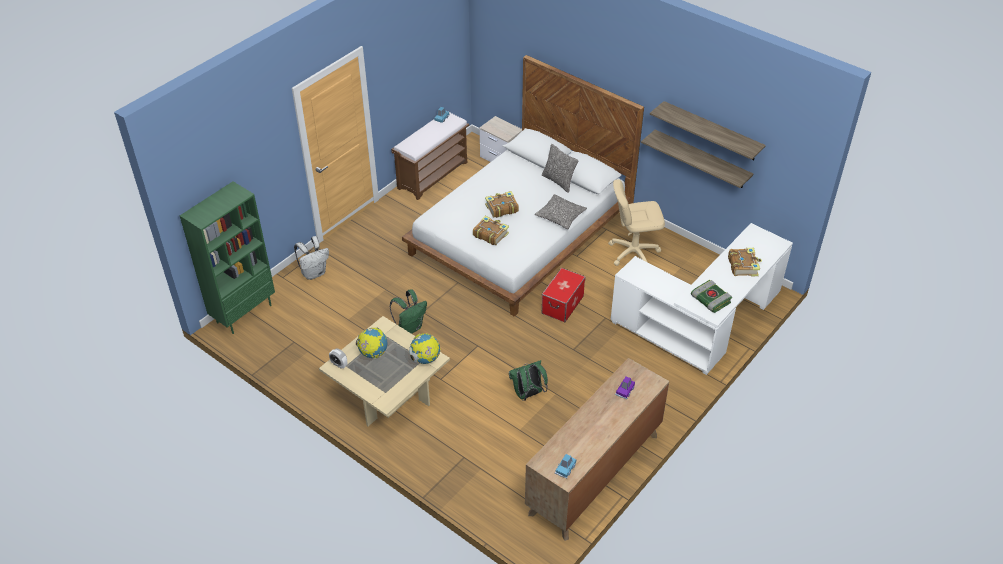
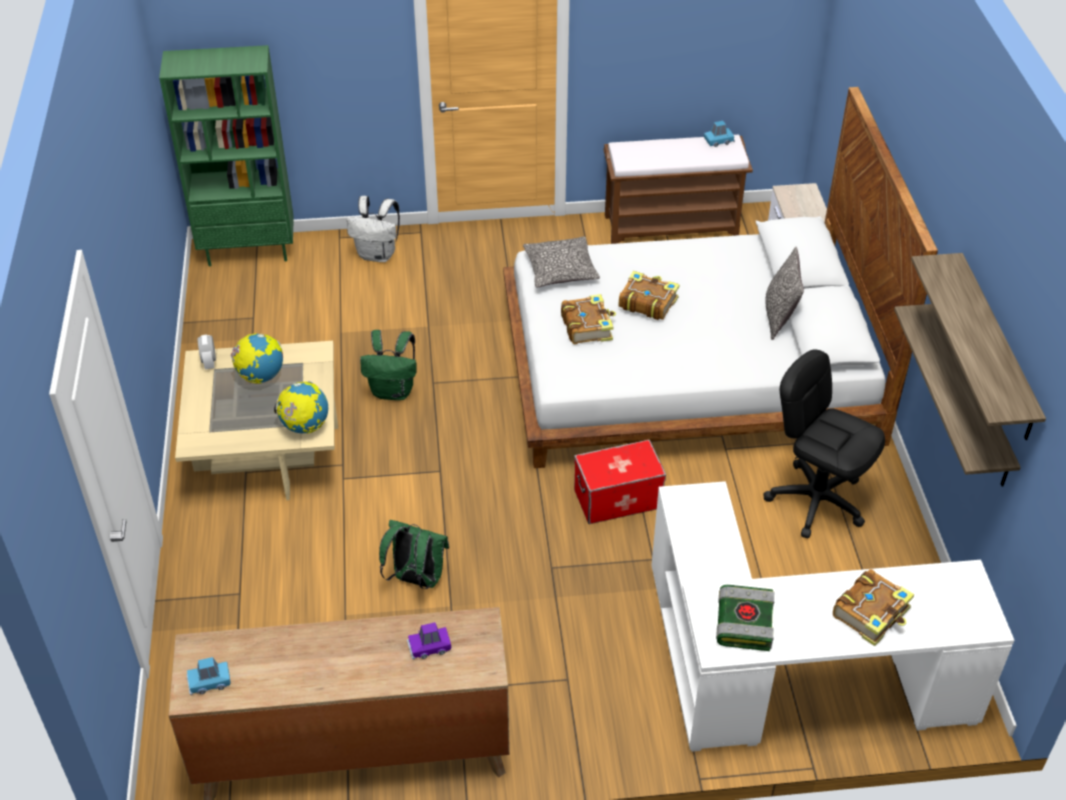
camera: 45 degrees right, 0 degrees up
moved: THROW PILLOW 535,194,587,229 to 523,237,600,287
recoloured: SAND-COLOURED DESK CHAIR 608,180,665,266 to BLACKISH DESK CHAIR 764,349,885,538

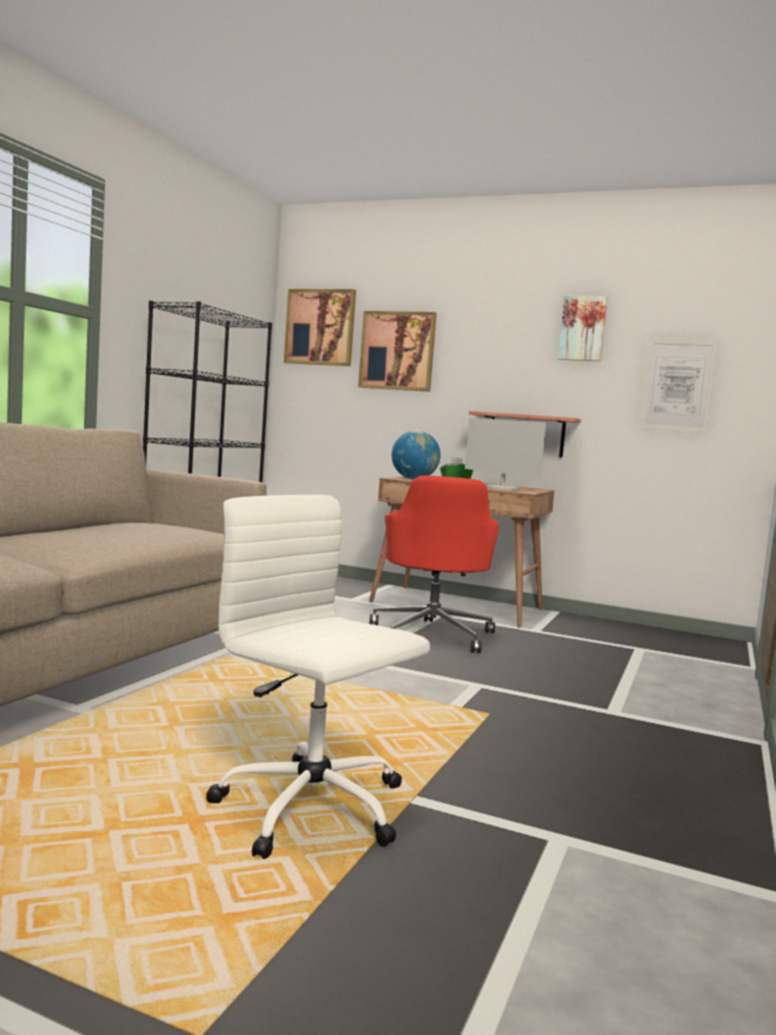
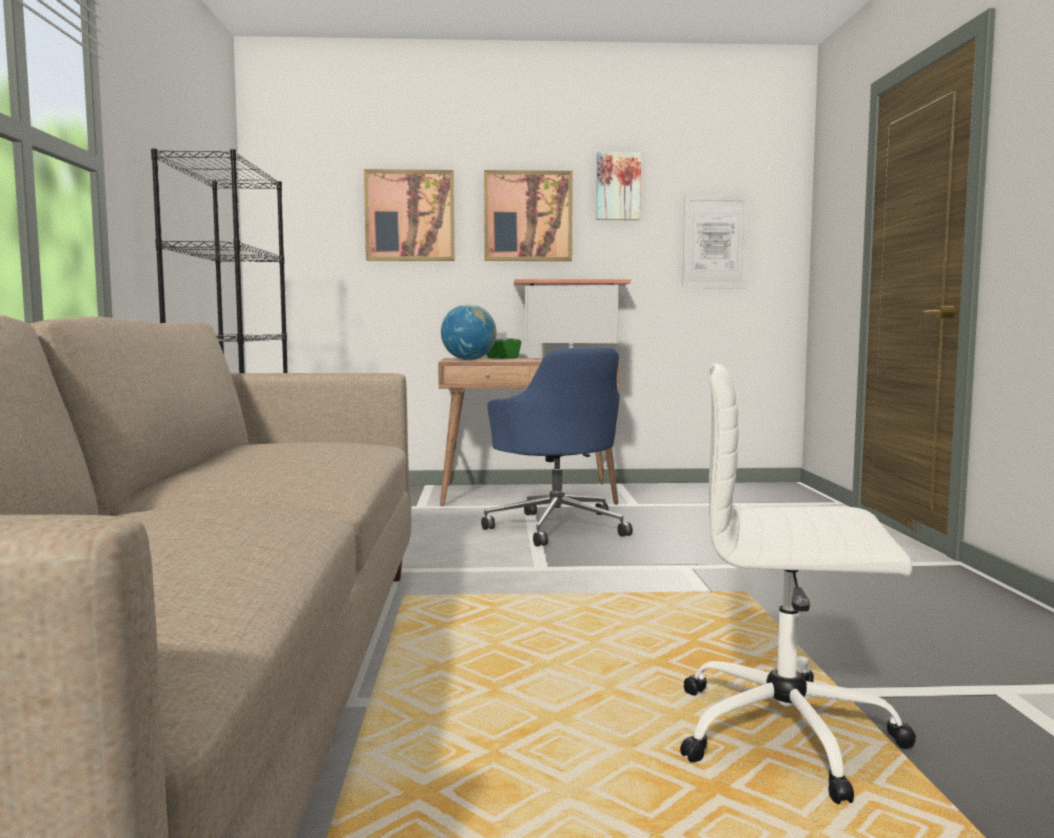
camera: 25 degrees left, 0 degrees up
moved: PICTURE 284,289,356,366 to 484,170,573,261
recoloured: REDDISH DESK CHAIR 369,476,499,653 to BLUE DESK CHAIR 481,348,633,546

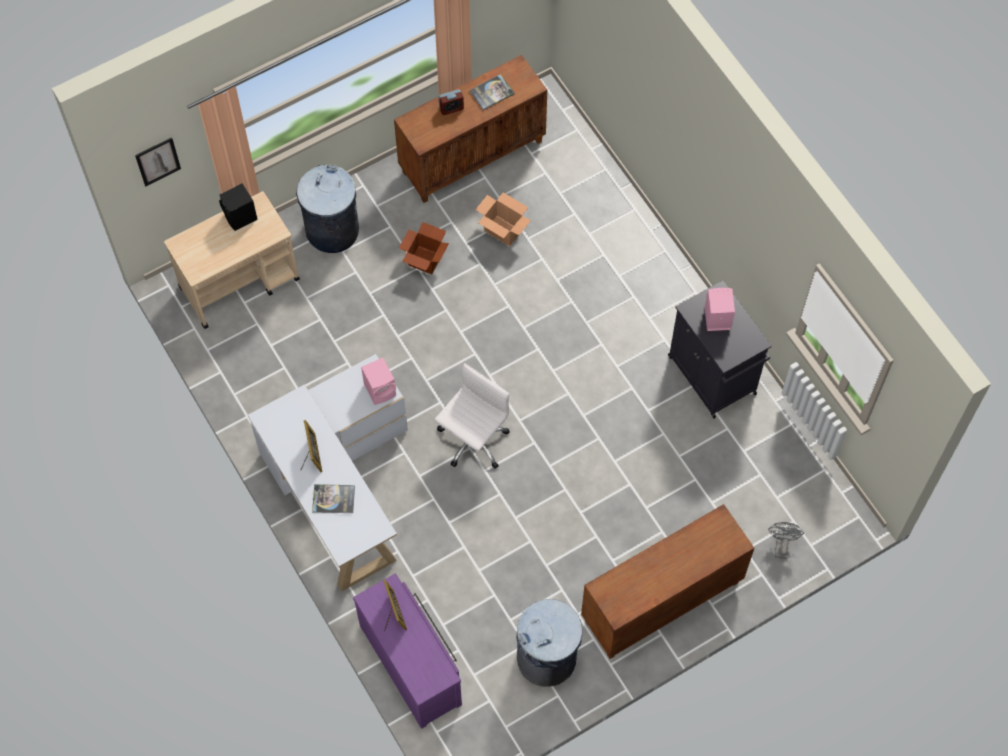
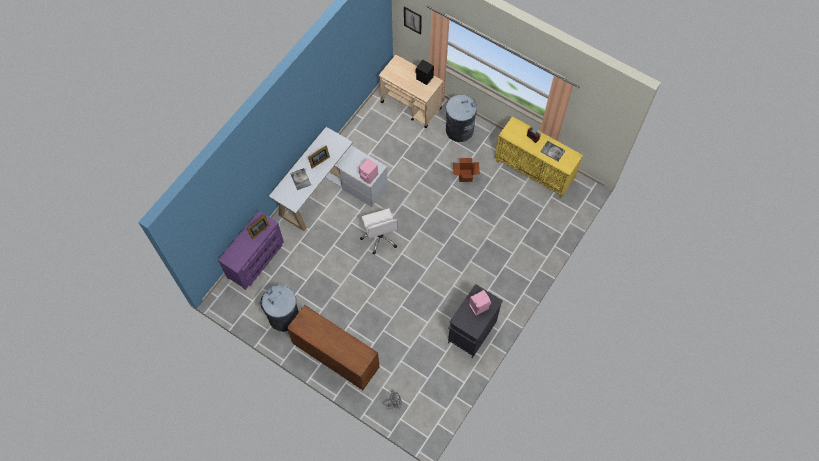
camera: 65 degrees right, 0 degrees up
removed: CARTON 475,193,531,246
recoloured: BROWN-COLOURED STORAGE CABINET 394,55,547,203 to YELLOW-COLOURED STORAGE CABINET 495,116,583,199
turned: WHITISH DESK CHAIR 434,363,510,468 = 360,208,398,255 60 degrees clockwise

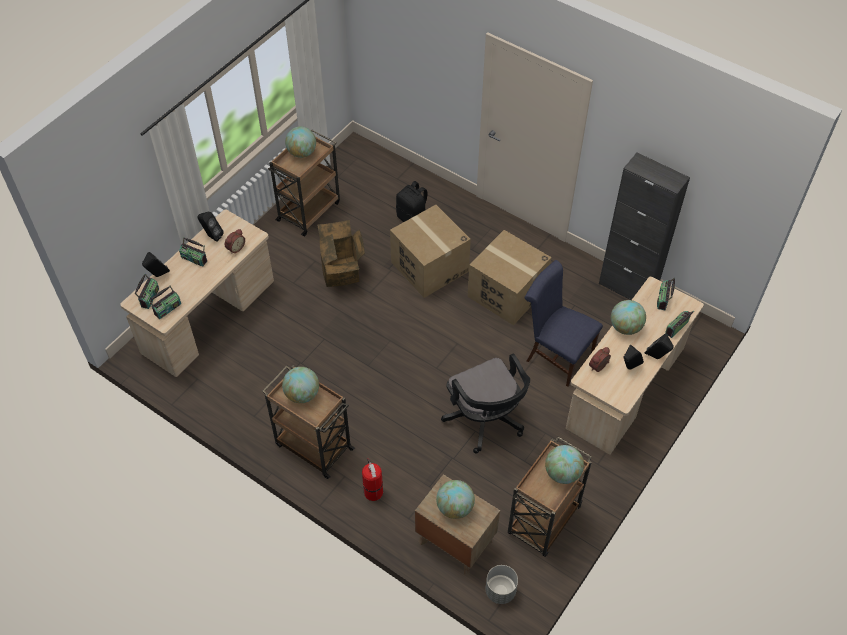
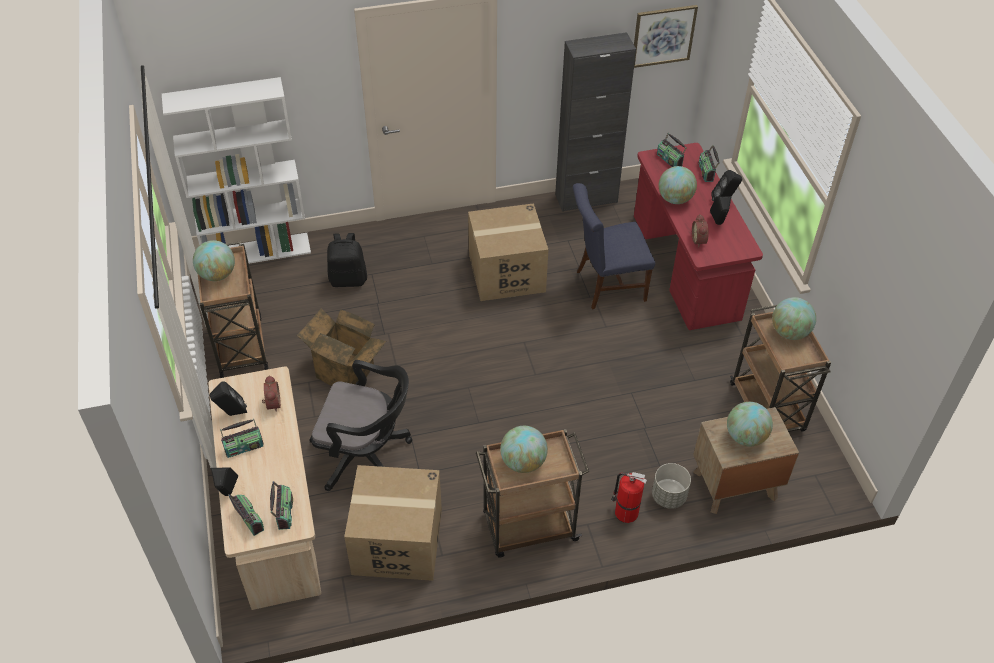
camera: 50 degrees left, 5 degrees down
added: WHITISH BOOKSHELF 162,77,311,264; PICTURE 634,5,698,68
moved: CARTON 390,205,471,298 to 344,465,442,581; BLACKISH DESK CHAIR 441,353,530,454 to 310,360,412,491; GRAY PLANTER 485,565,518,604 to 652,463,691,509
recoloured: SAND-COLOURED DESK 566,277,704,455 to REDDISH DESK 634,143,763,330

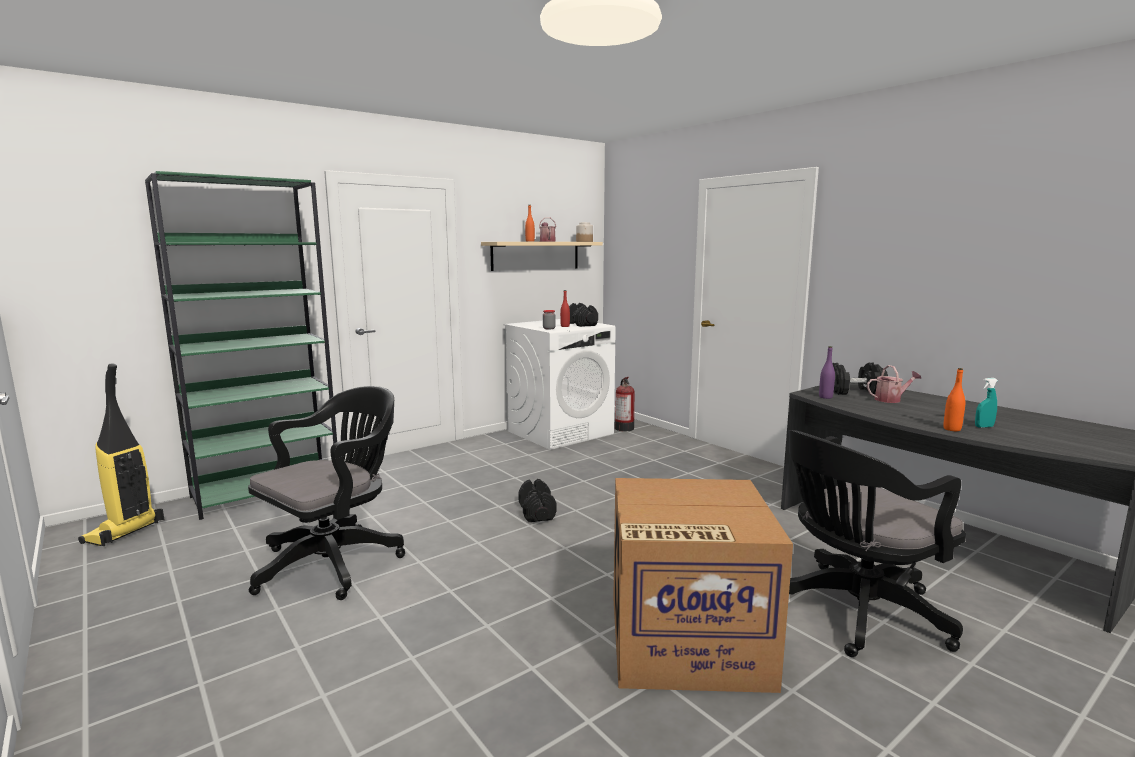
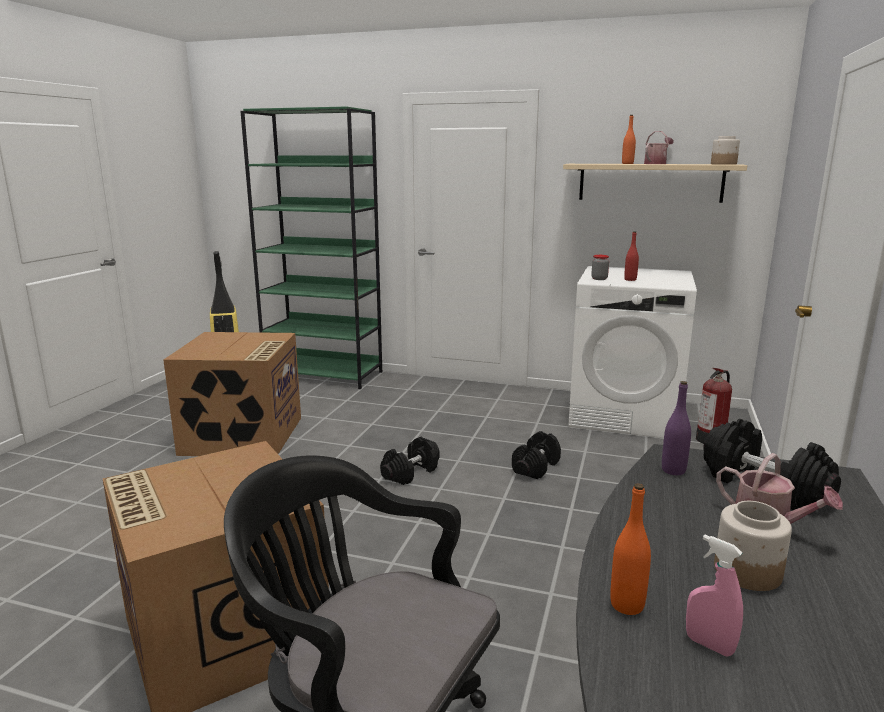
camera: 55 degrees right, 5 degrees up
added: PRESERVE JAR 714,501,792,591
moved: BLACKISH DUMBBELL 569,303,598,327 to 512,431,561,479
replaced: BLACKISH DESK CHAIR 248,386,405,600 to CARTON 163,332,301,456
recoloured: TURQUOISE SPRAYER 975,378,998,428 to PINK SPRAYER 686,534,743,656

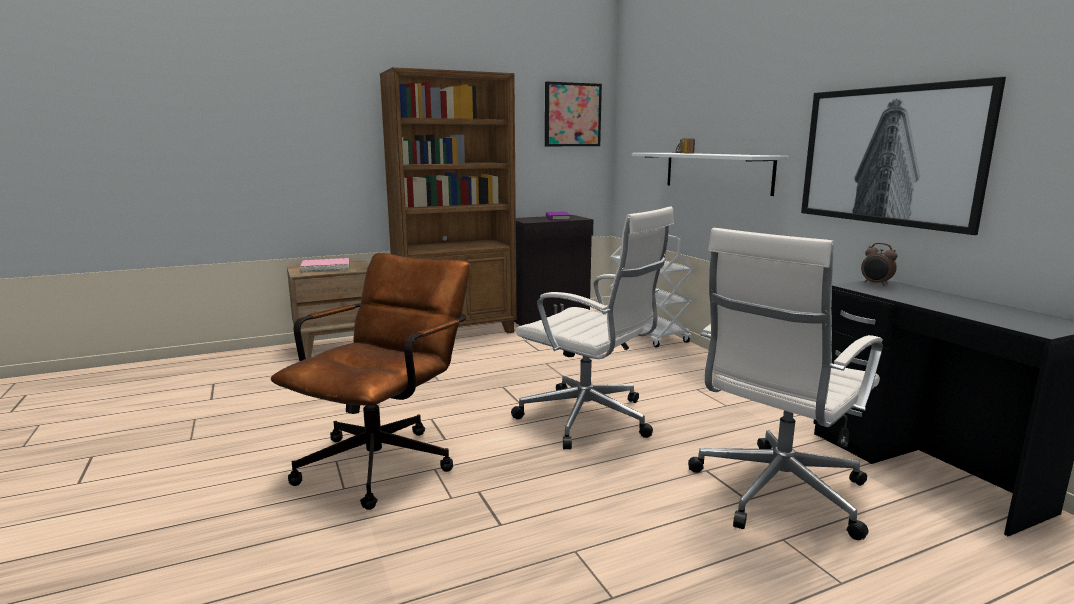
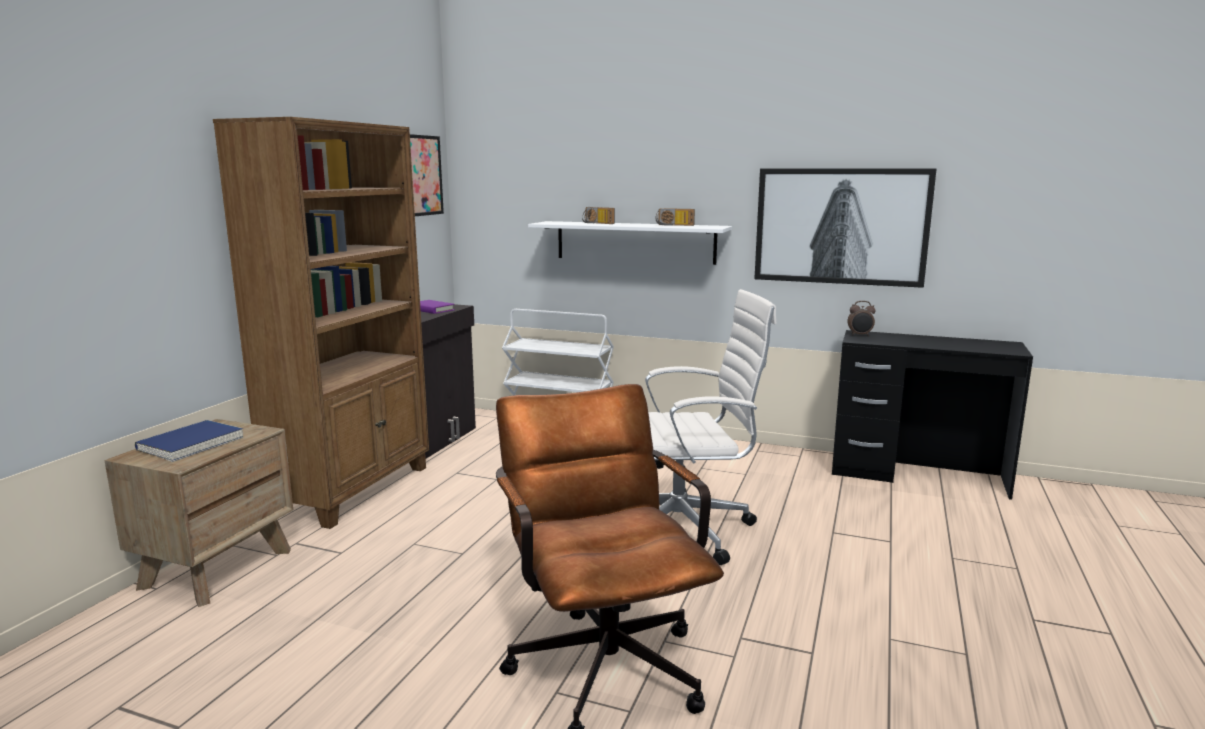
camera: 45 degrees left, 0 degrees up
removed: WHITISH DESK CHAIR 688,228,883,540
added: RADIO SET 656,208,695,226
recoloured: PINK VOLUME 300,258,349,272 to BLUE VOLUME 135,420,243,462

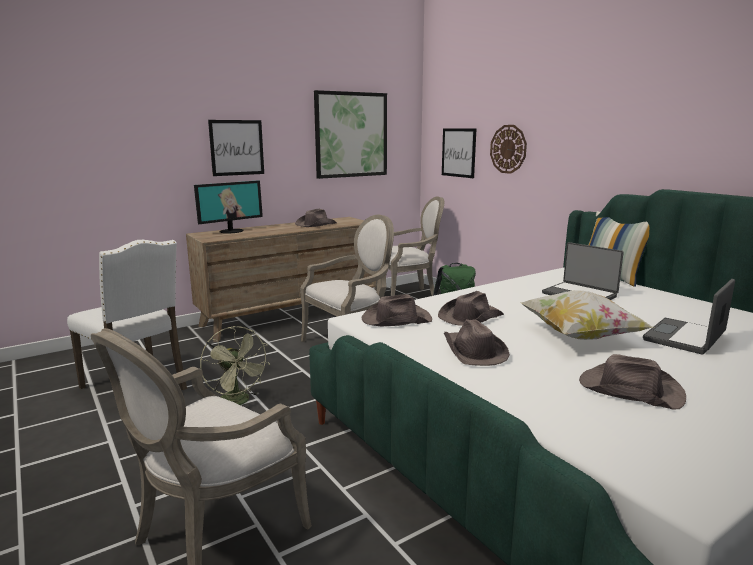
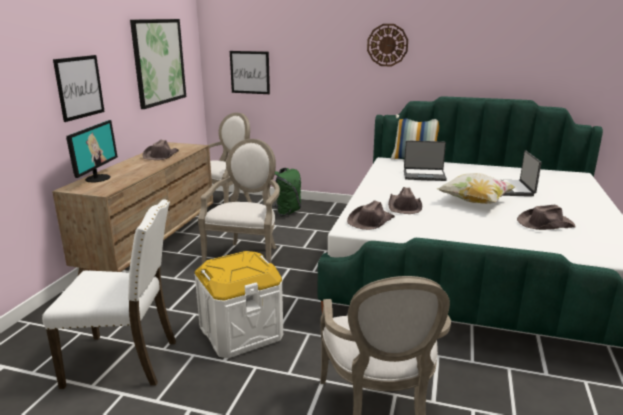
camera: 40 degrees left, 5 degrees up
removed: BROWN-COLOURED WEARABLE HAT 444,319,510,366
moved: WALL CLOCK 490,125,527,174 to 367,24,408,66
replaced: GREEN FAN 200,326,268,405 to WHITISH STORAGE BOX 194,251,283,358

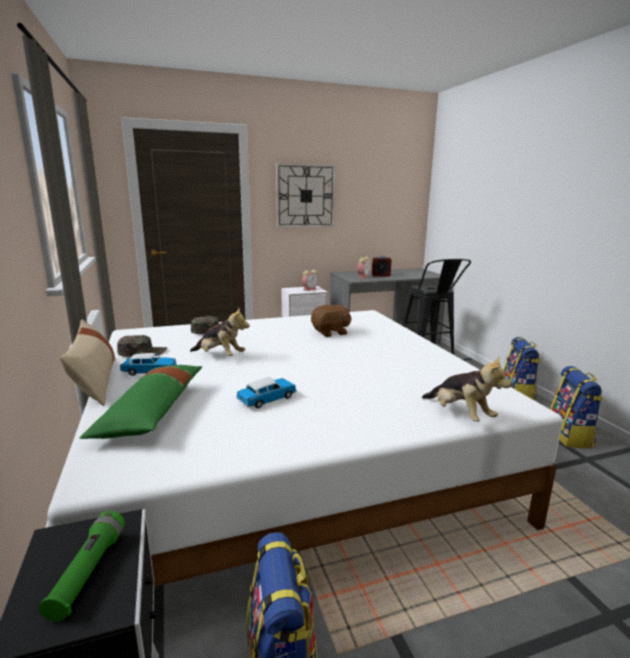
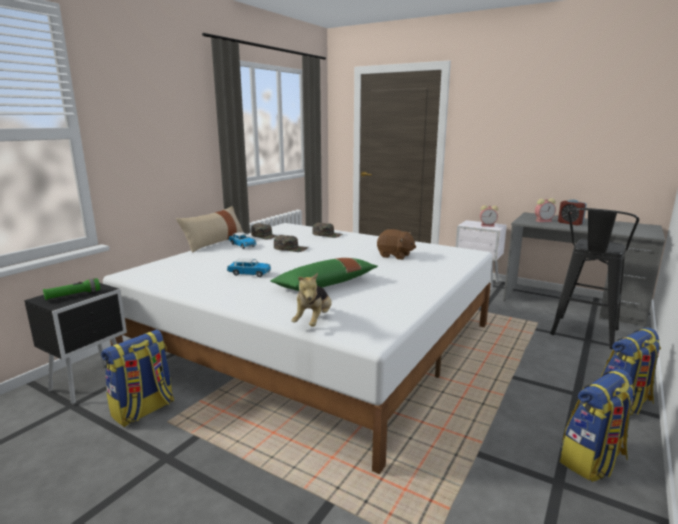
camera: 50 degrees right, 0 degrees up
removed: WALL CLOCK 276,163,336,228
moved: GREEN THROW PILLOW 80,365,202,439 to 270,258,378,291
replaced: SOFT TOY 190,308,250,356 to GREEN BASEBALL CAP 274,235,309,252

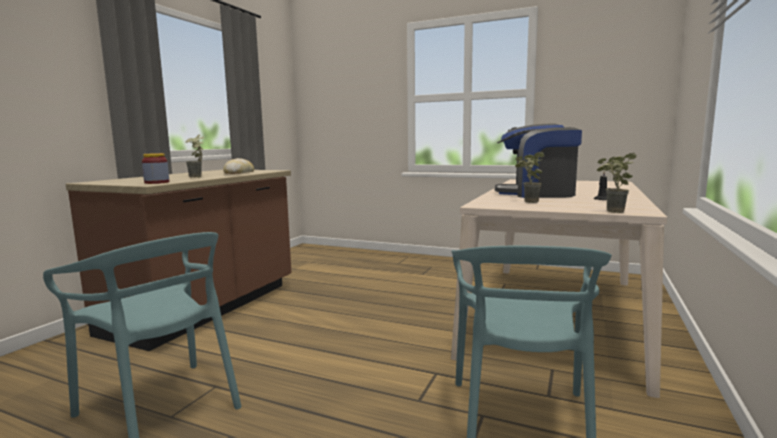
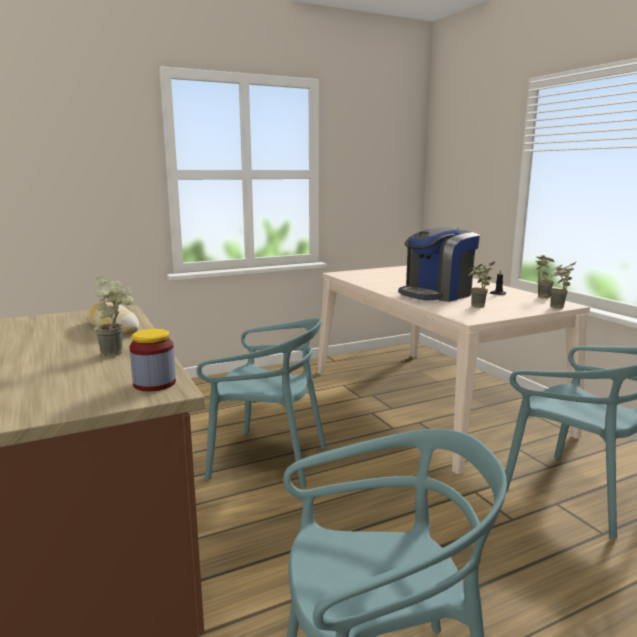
camera: 50 degrees left, 5 degrees up
added: TURQUOISE PLAIN CHAIR 196,318,326,488; HOUSEPLANT 535,255,555,298

